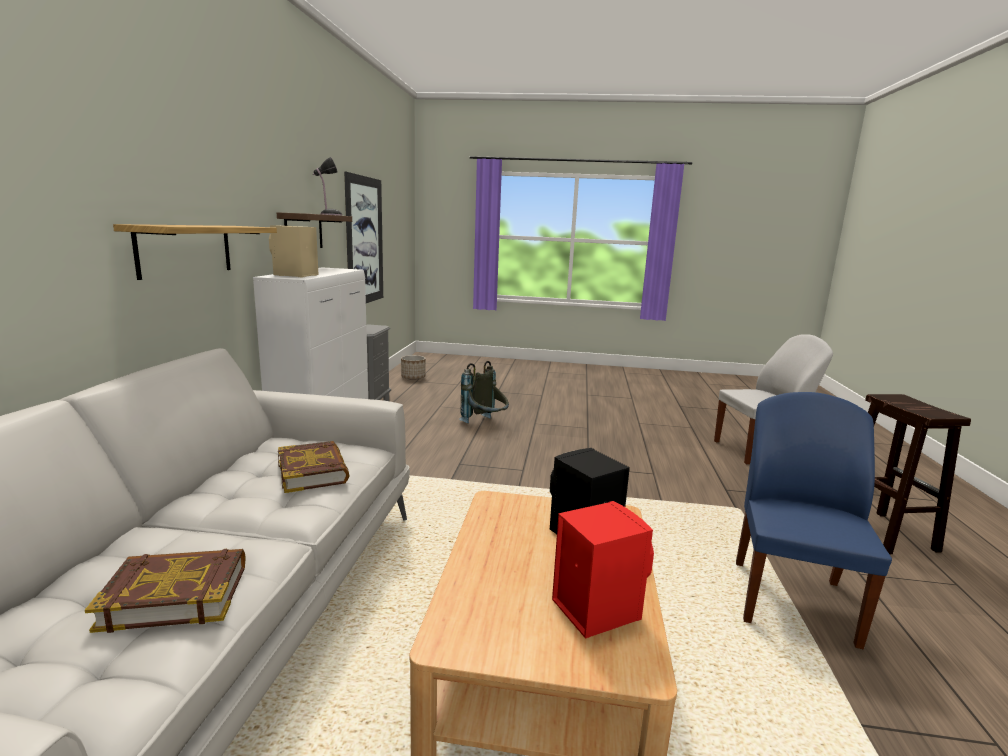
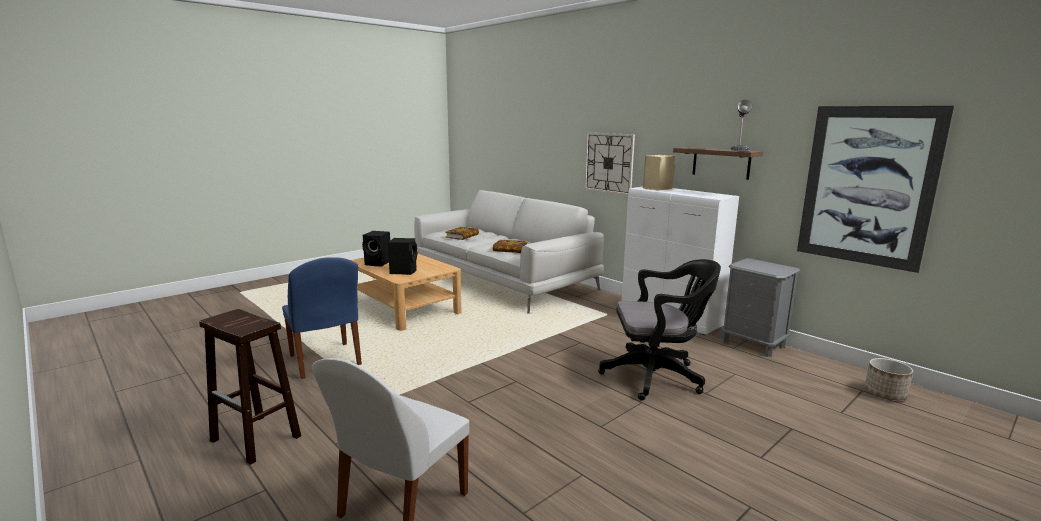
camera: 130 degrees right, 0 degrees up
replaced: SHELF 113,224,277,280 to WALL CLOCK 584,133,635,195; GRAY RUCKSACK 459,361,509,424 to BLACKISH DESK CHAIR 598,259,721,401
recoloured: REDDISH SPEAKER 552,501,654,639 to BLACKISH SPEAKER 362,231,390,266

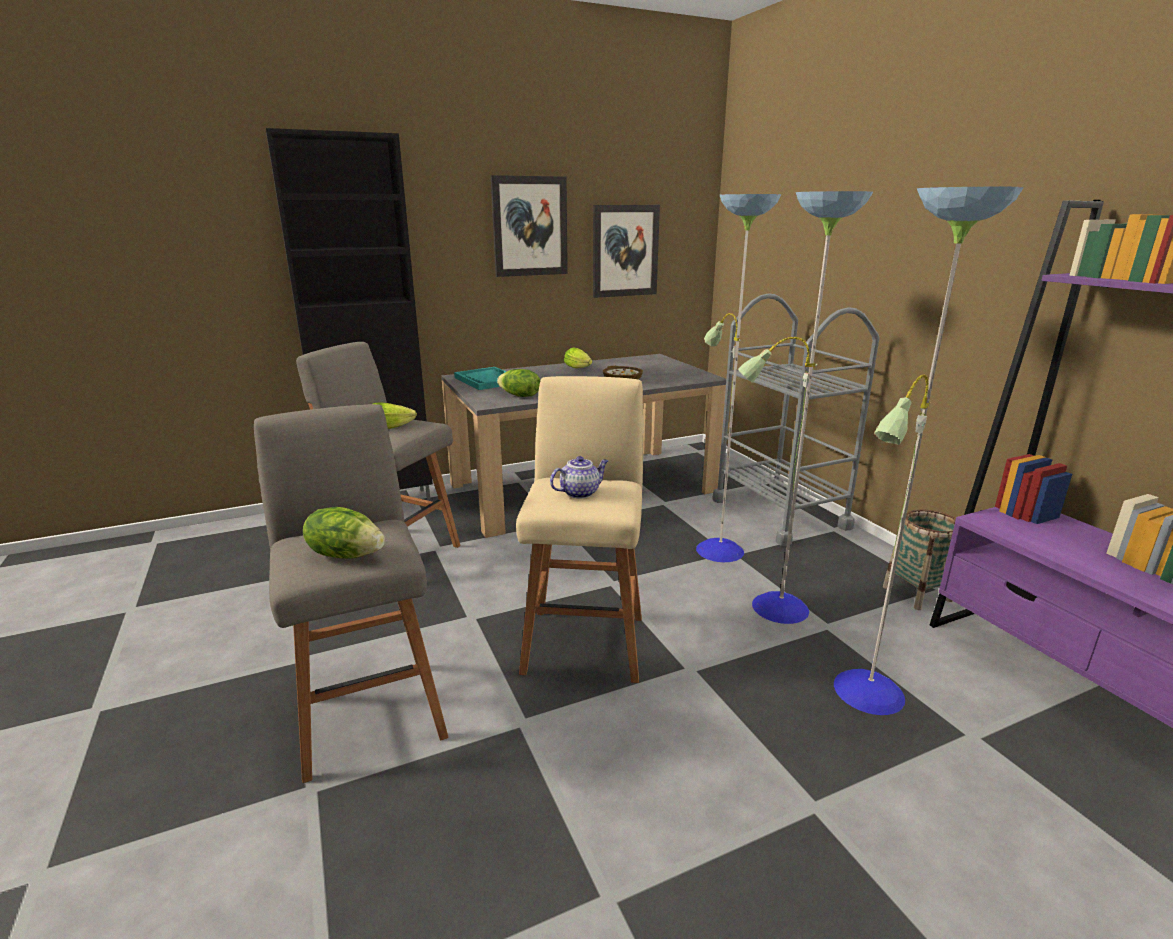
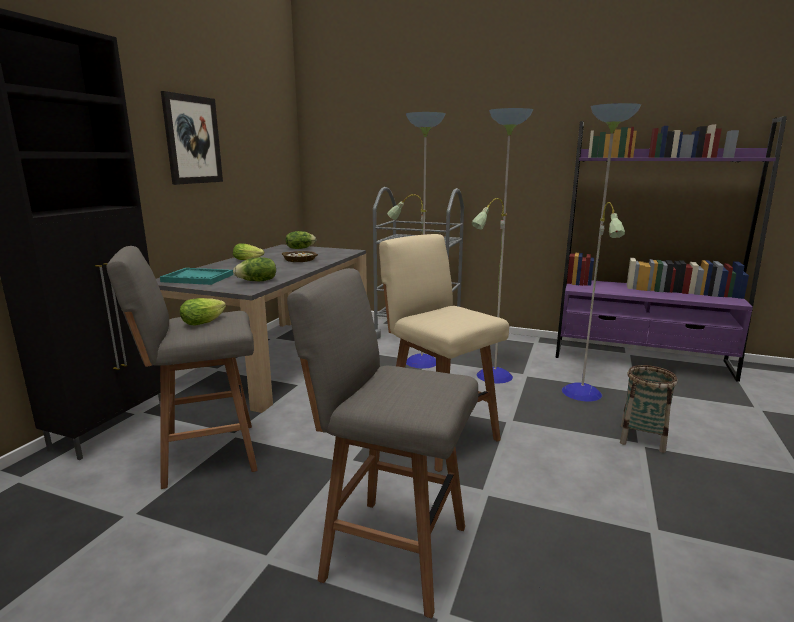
camera: 45 degrees left, 5 degrees down
removed: TEA POT 550,456,608,499; PICTURE 593,205,660,298
moved: LETTUCE HEAD 303,507,385,559 to 286,231,316,249; STORAGE BASKET 883,509,956,610 to 620,365,678,453

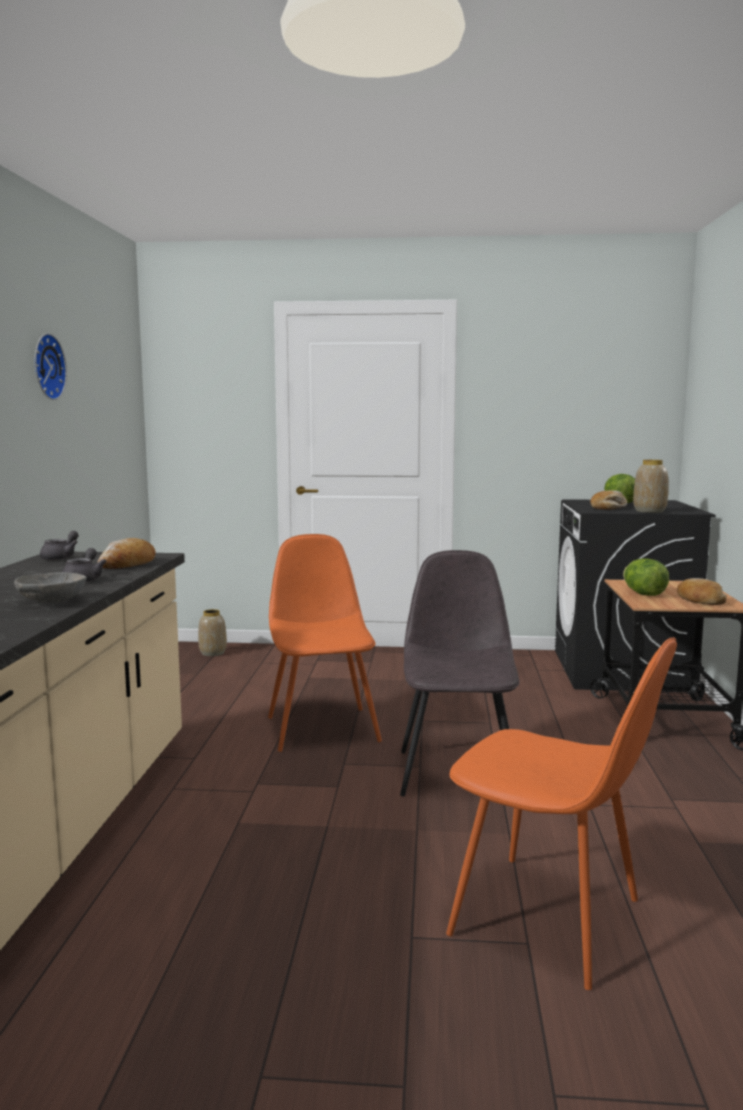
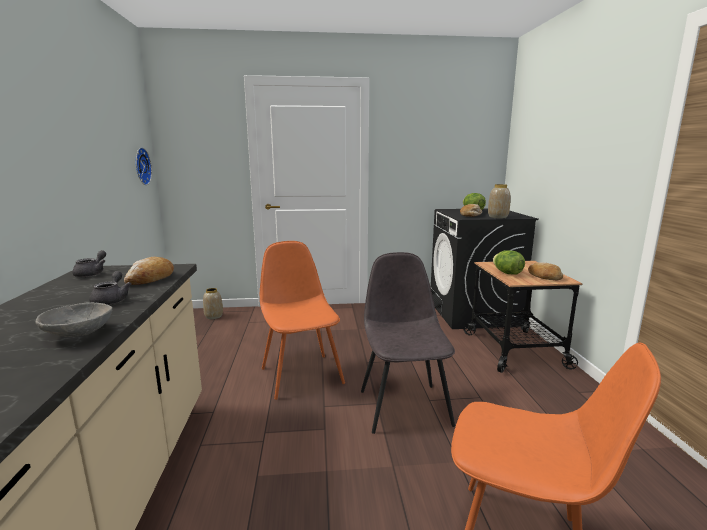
camera: 10 degrees left, 5 degrees up
moved: WALL CLOCK 34,333,67,400 to 135,147,152,185

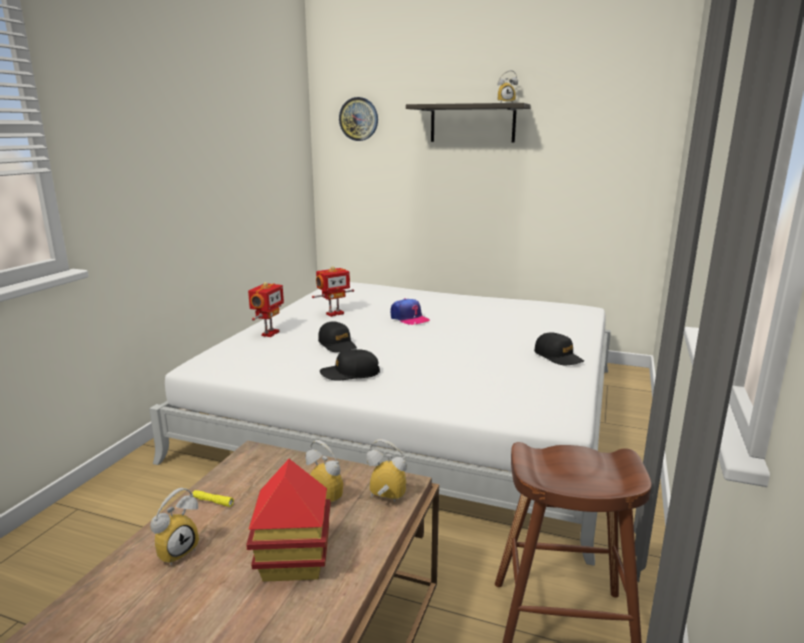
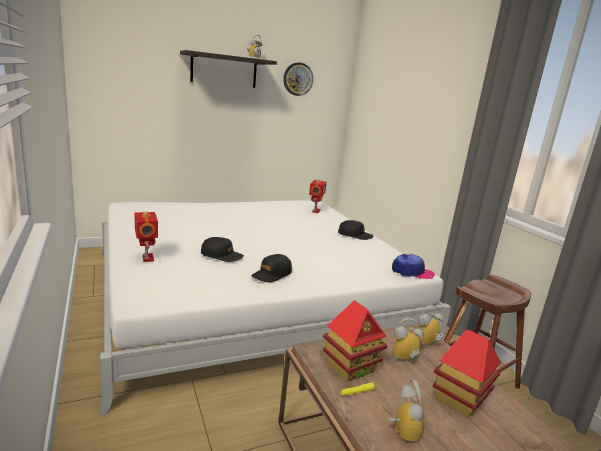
camera: 45 degrees left, 0 degrees up
added: MODEL HOUSE 323,300,387,382
moved: ROBOT FIGURE 312,266,354,317 to 309,179,327,213; WALL CLOCK 339,97,378,141 to 283,62,313,96; BASEBALL CAP 391,298,430,325 to 392,254,435,279

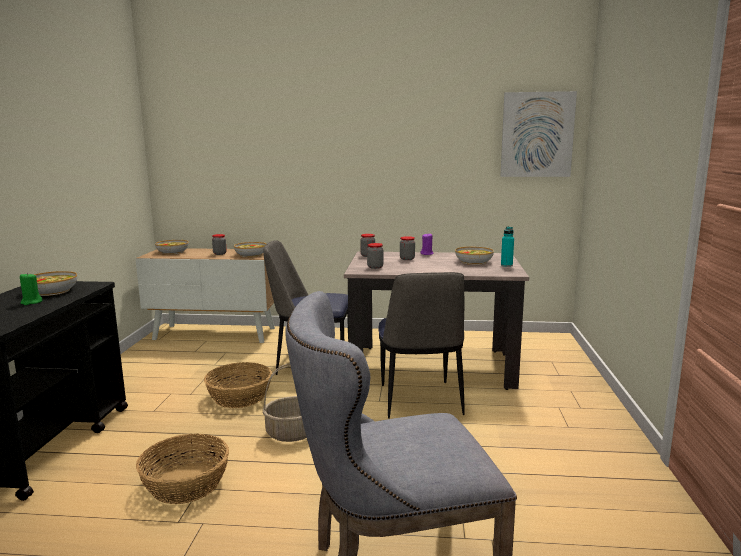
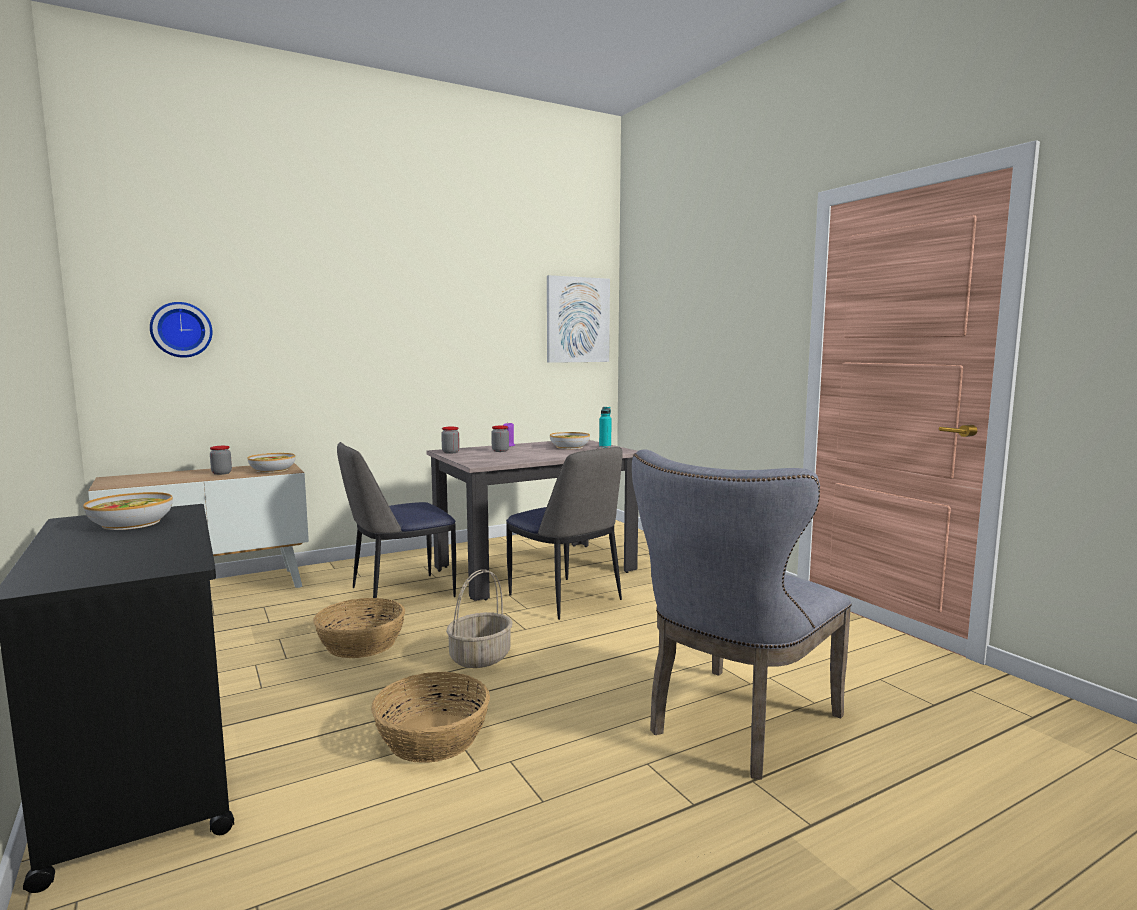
camera: 35 degrees left, 5 degrees down
removed: GREEN CANDLE 20,273,42,305; DEEP DISH 155,240,188,255; PRESERVE JAR 367,243,384,269
added: WALL CLOCK 150,302,213,358

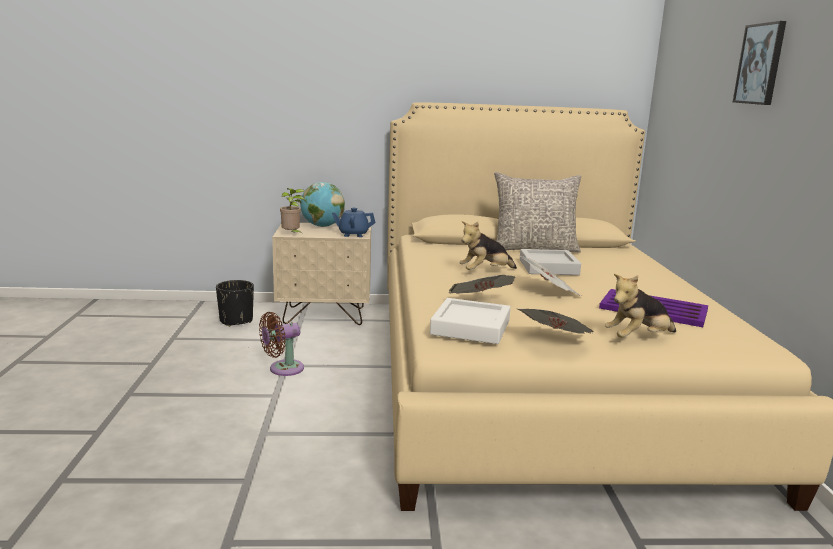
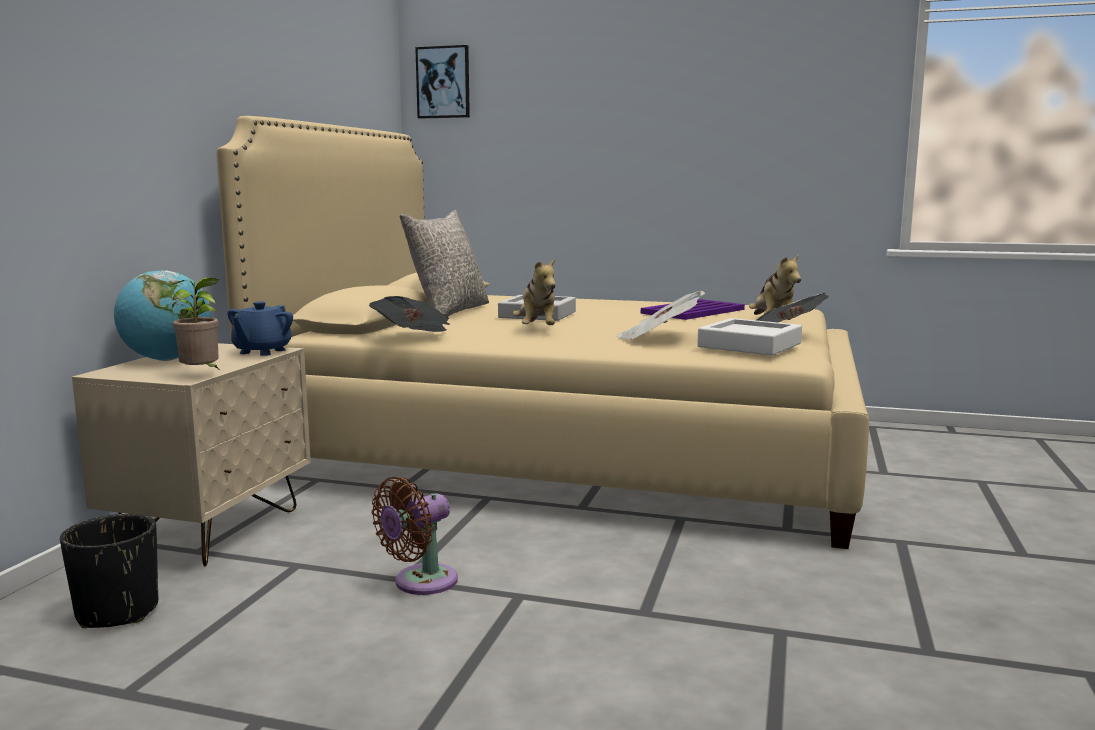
camera: 70 degrees left, 5 degrees down
moved: DAILY PAPER 518,255,582,296 to 369,296,450,332; PICTURE 733,21,786,105 to 415,45,470,119
turned: BROWN-COLOURED FAN 259,312,304,376 = 371,477,458,595 60 degrees clockwise

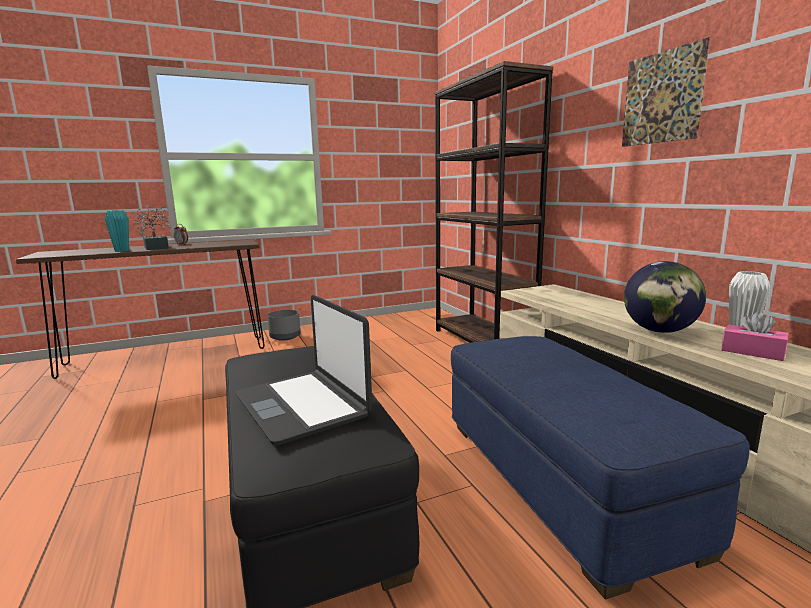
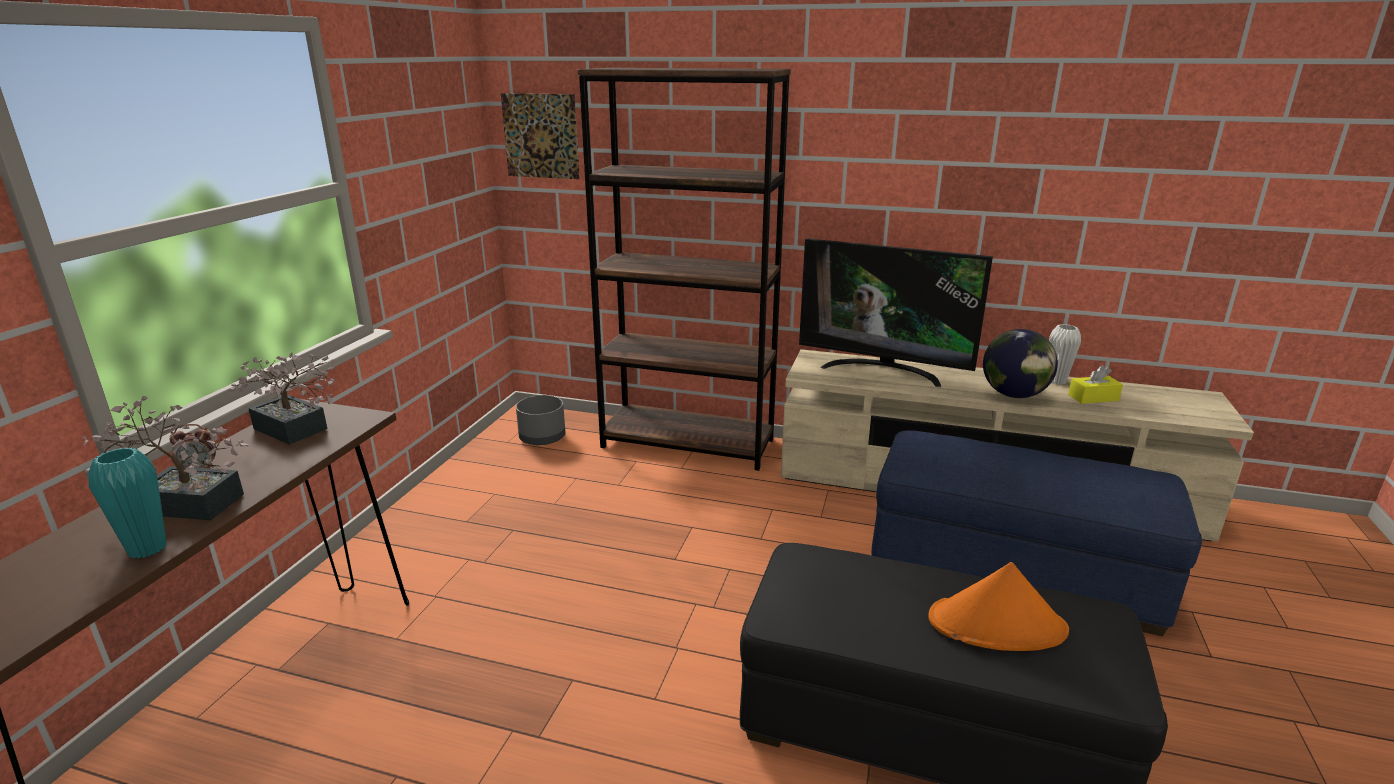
camera: 50 degrees left, 10 degrees up
added: HOUSEPLANT 229,352,336,445; TV SET 799,238,993,387
moved: GRAY PLANTER 267,310,301,341 to 516,395,566,445; PICTURE 622,37,710,147 to 501,93,580,179
replaced: NOTEBOOK COMPUTER 236,295,372,445 to ORANGE WEARABLE HAT 928,562,1069,651
recoloured: PINK TISSUE BOX 721,311,789,361 to YELLOW-COLOURED TISSUE BOX 1068,365,1123,404

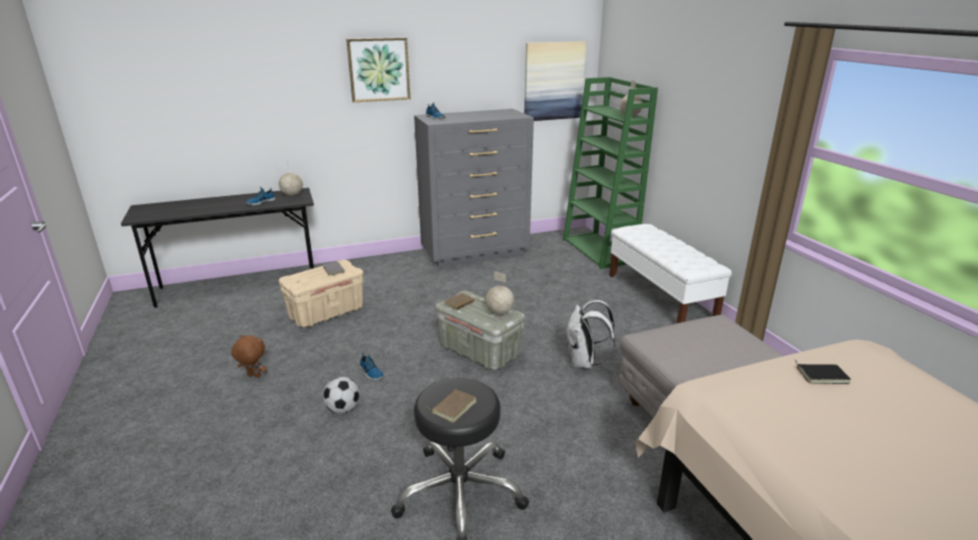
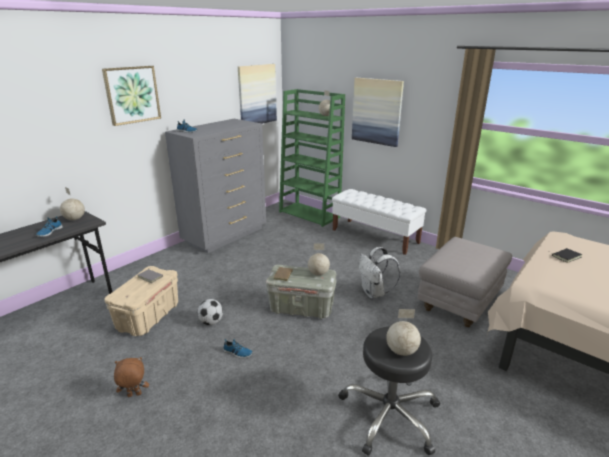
camera: 30 degrees left, 0 degrees up
added: PICTURE 352,78,404,147
moved: FOOTBALL BALL 323,377,359,414 to 197,299,223,325
replaced: BROWN-COLOURED VOLUME 425,389,477,423 to DESK GLOBE 386,309,421,356

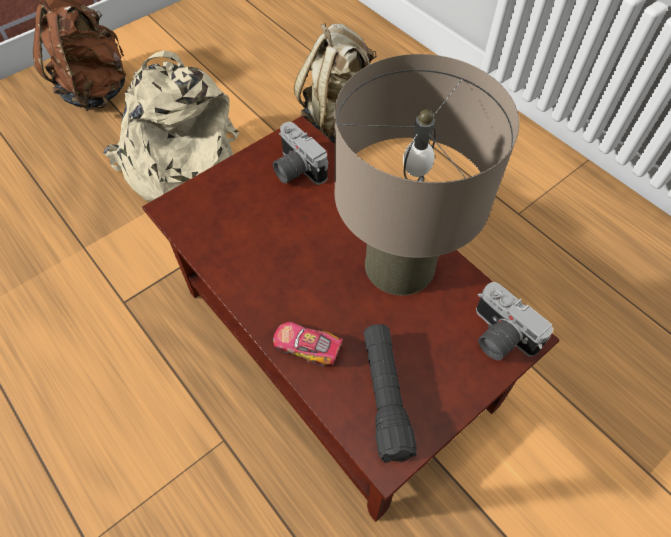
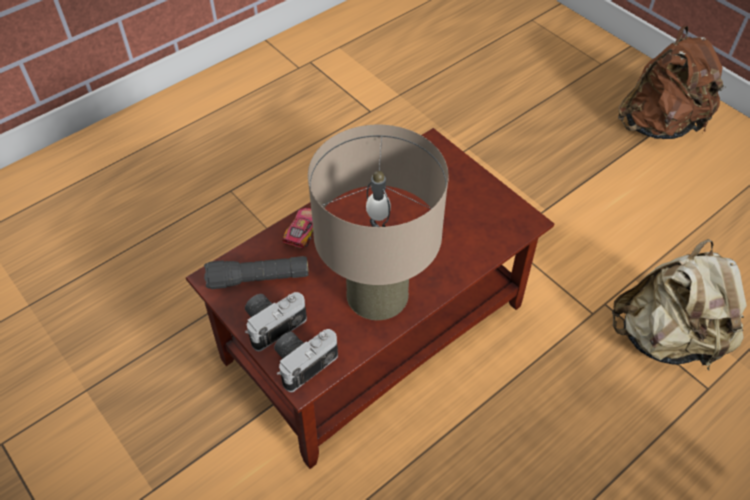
camera: 90 degrees right, 5 degrees down
removed: SAND-COLOURED RUCKSACK 103,50,239,202
moved: STILL CAMERA 273,122,328,185 to 245,292,307,351

